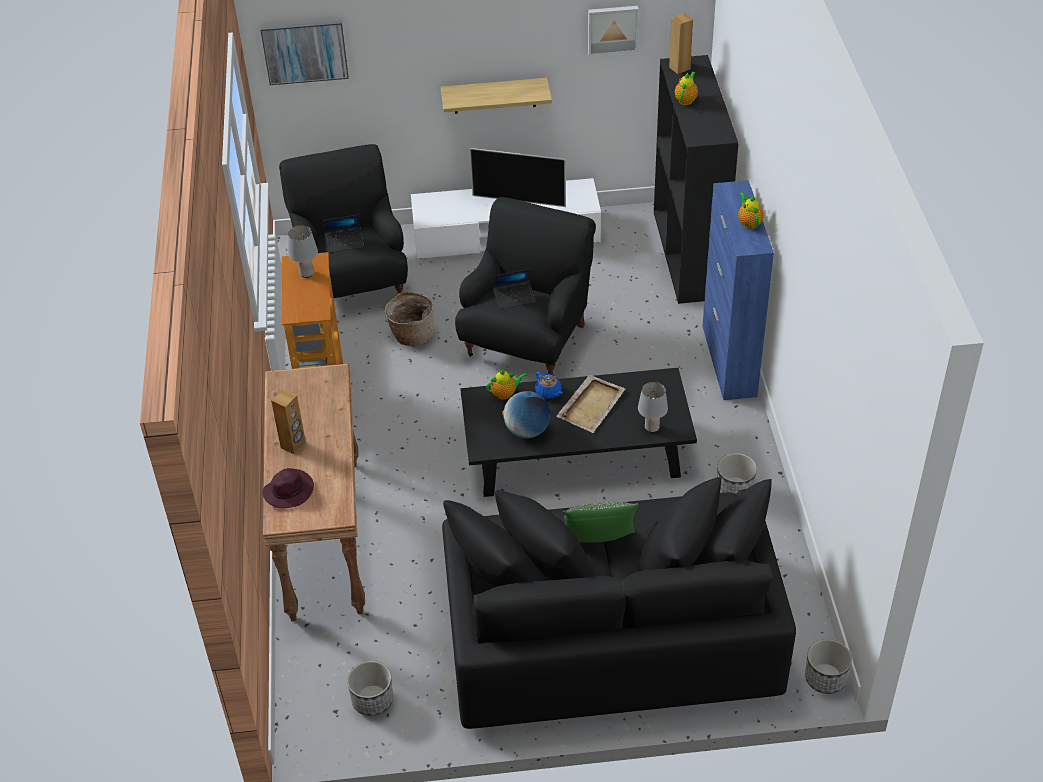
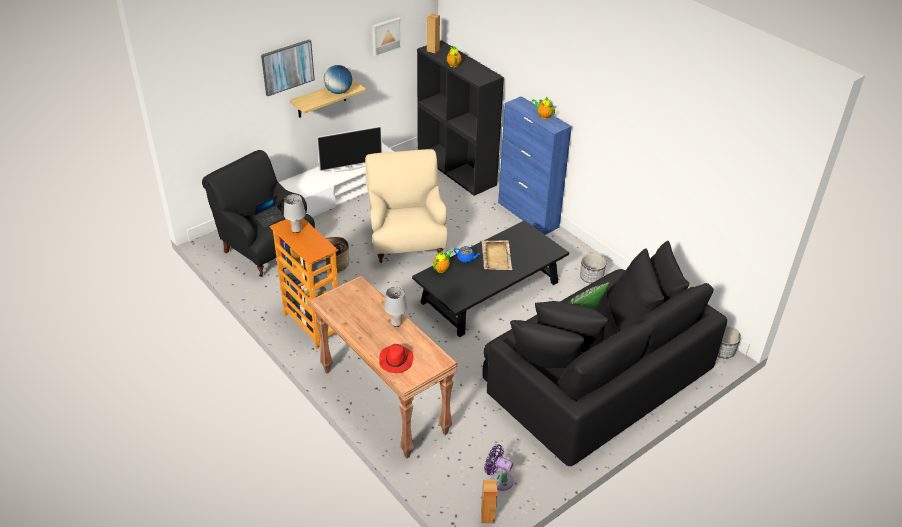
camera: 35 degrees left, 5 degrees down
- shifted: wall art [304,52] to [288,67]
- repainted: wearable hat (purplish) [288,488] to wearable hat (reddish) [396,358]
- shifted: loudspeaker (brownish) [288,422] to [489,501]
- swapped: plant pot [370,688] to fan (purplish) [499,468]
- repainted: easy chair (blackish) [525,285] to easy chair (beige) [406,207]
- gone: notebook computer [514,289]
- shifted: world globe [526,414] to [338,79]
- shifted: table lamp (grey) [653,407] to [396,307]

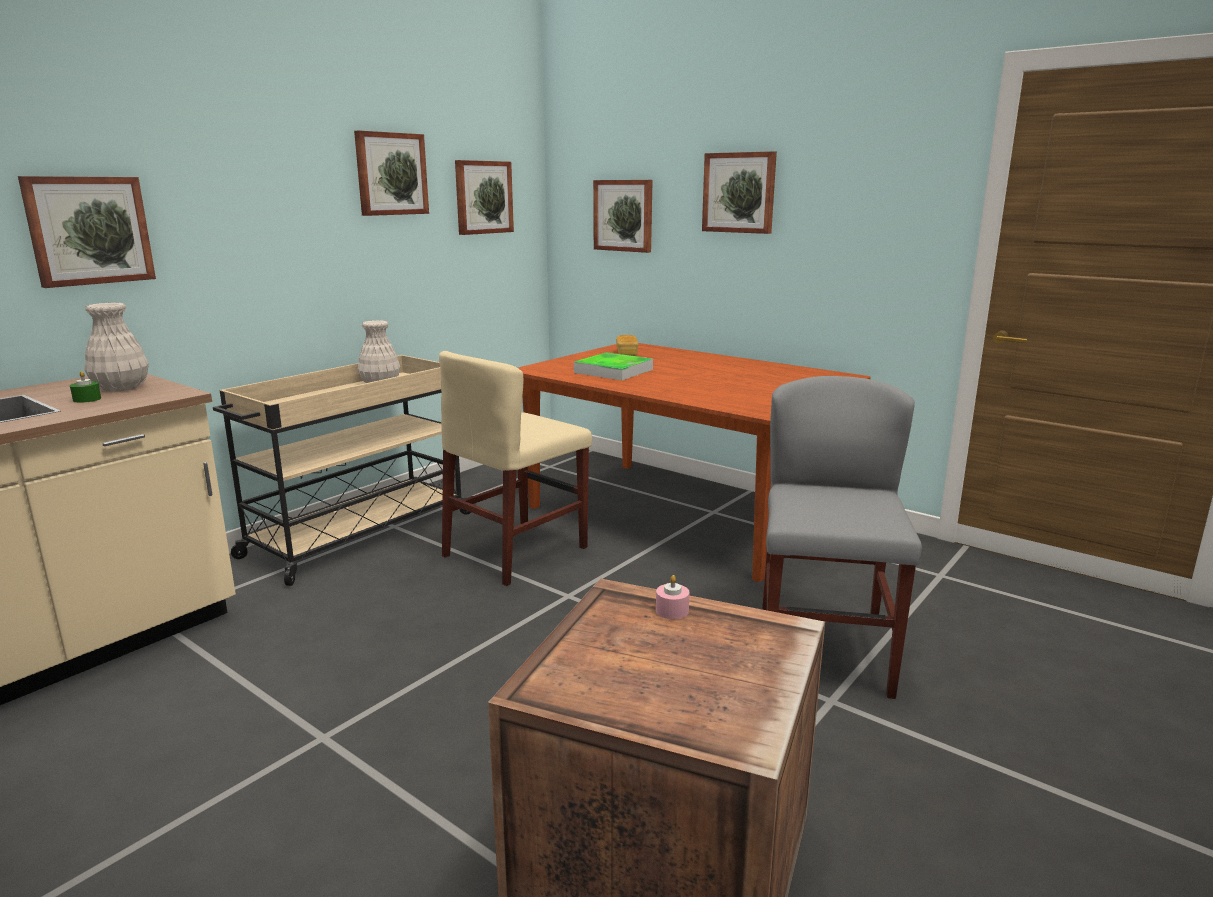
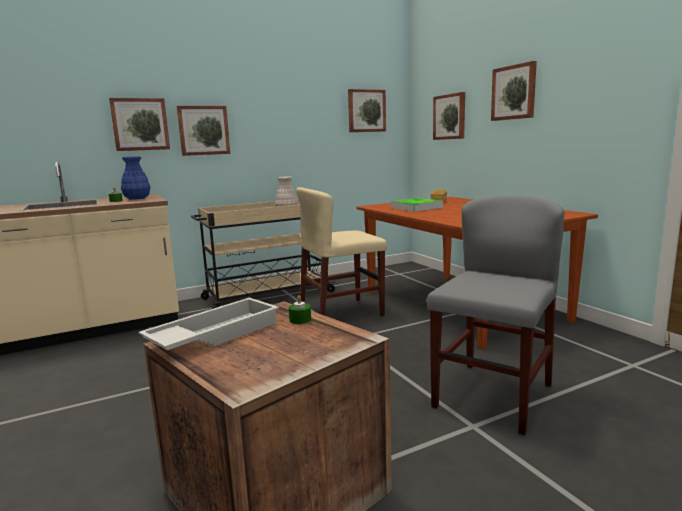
camera: 25 degrees right, 5 degrees down
- repainted: flower vase (white-coloured) [116,347] to flower vase (blue) [135,177]
- shifted: wall art [391,173] to [203,131]
- repainted: wax light (pink) [672,597] to wax light (greenish) [300,309]
- new: tray (white-coloured) [208,324]

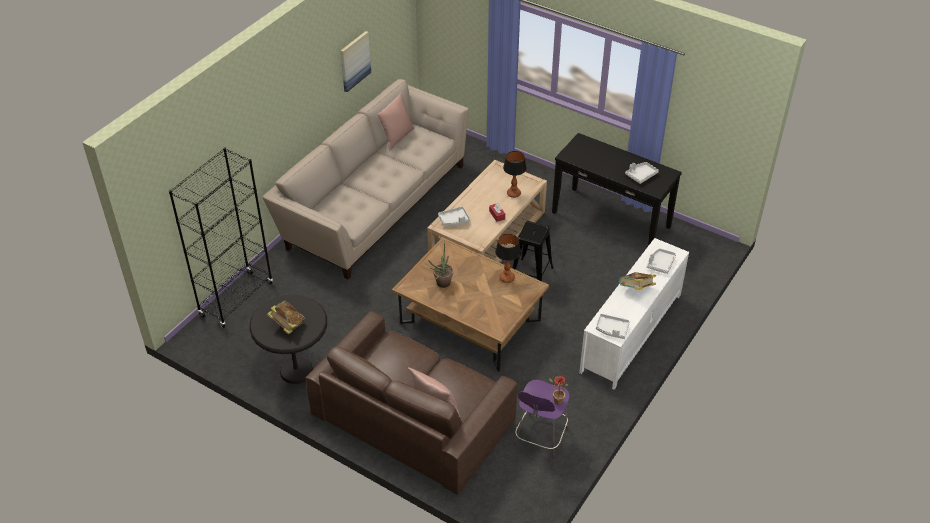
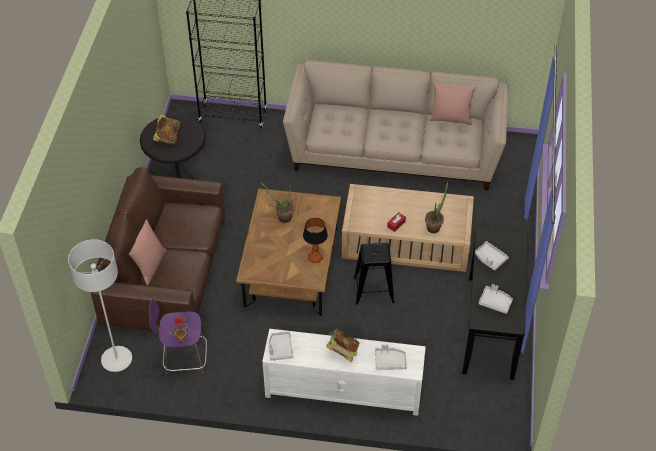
camera: 65 degrees right, 5 degrees up
- gone: wall art [355,61]
- shifted: tray (grey) [454,216] to [492,256]
- swapped: table lamp [515,174] to potted plant [436,207]
- new: standard lamp (grey) [100,305]

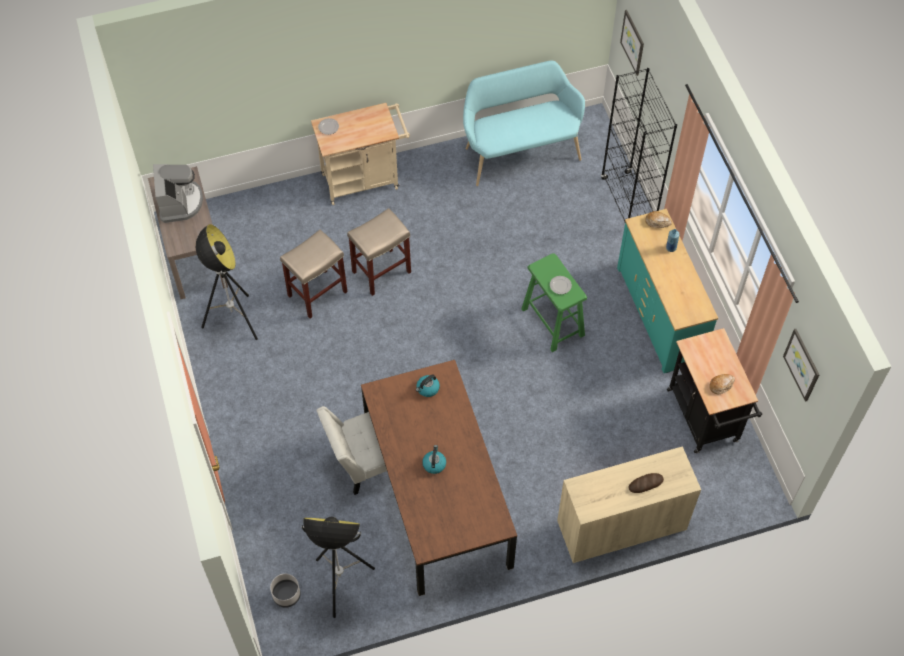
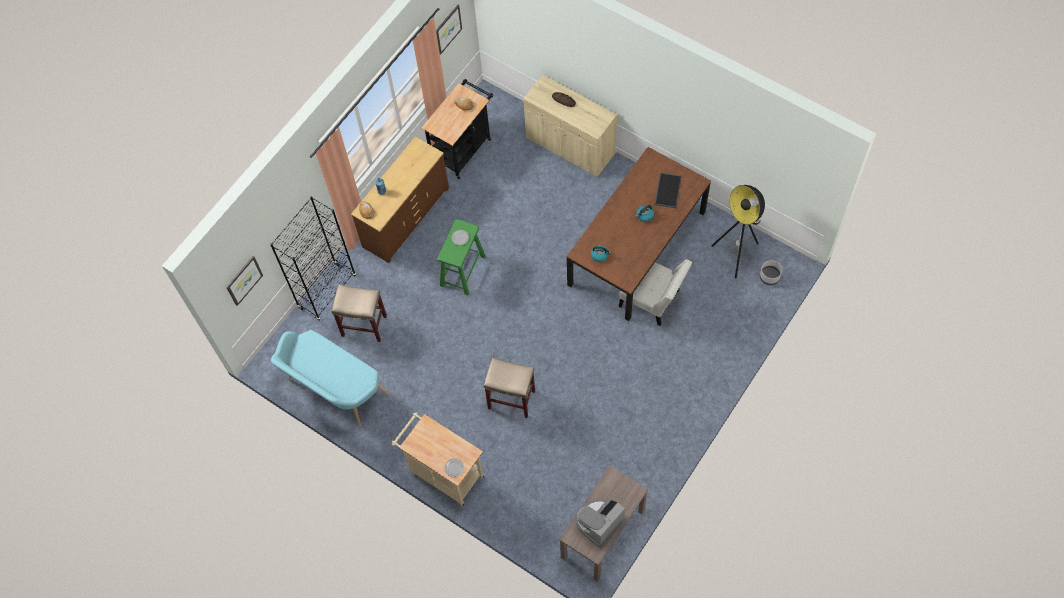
camera: 125 degrees left, 5 degrees up
- gone: standard lamp [227,282]
- shifted: sitting stool (beige) [313,274] to [359,313]
- repainted: drawer chest (turquoise) [667,291] to drawer chest (brownish) [400,200]
- new: tray [668,190]

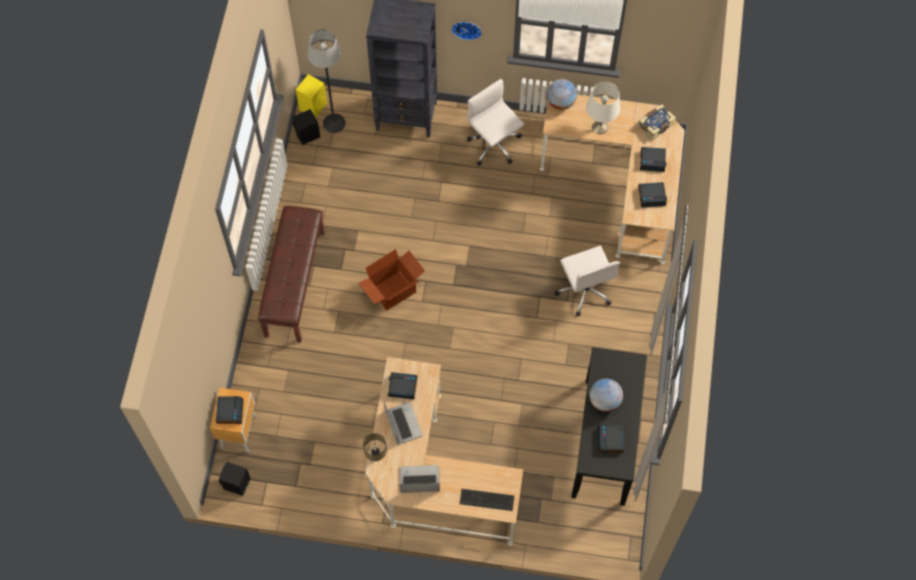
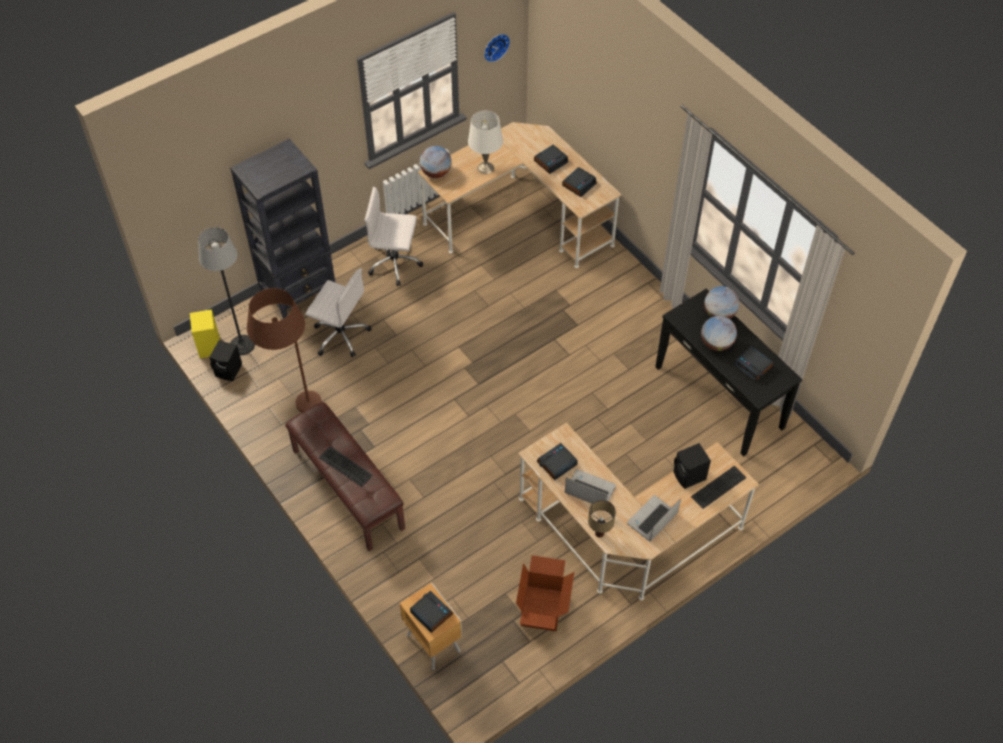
camera: 45 degrees left, 10 degrees down
- shifted: loudspeaker (blackish) [235,479] to [692,466]
- shifted: cardboard box [392,280] to [545,593]
- shifted: clock on the wall [466,31] to [497,48]
- shifted: computer chair (white-coloured) [587,281] to [338,313]
- gone: bound book [657,122]
- new: standard lamp (brownish) [284,350]
- new: keyboard [346,466]
- new: world globe [721,302]

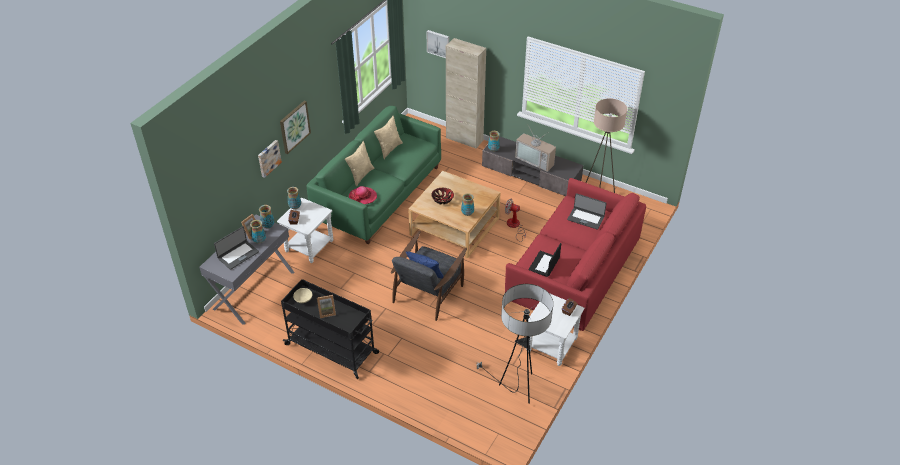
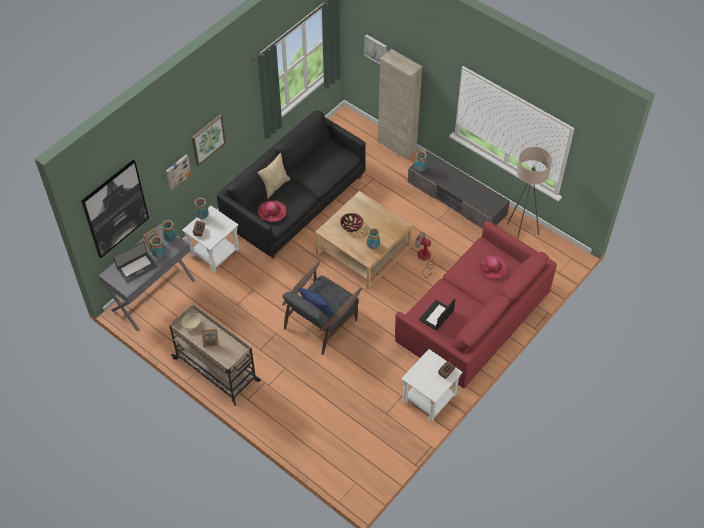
camera: 10 degrees right, 10 degrees up
- repainted: trolley (blackish) [330,329] to trolley (beige) [215,354]
- repainted: couch (greenish) [374,175] to couch (blackish) [291,185]
- gone: pillow (beige) [388,137]
- gone: standard lamp [514,344]
- gone: television [535,148]
- swapped: notebook computer [587,211] to wearable hat [493,267]
- new: wall art [115,209]

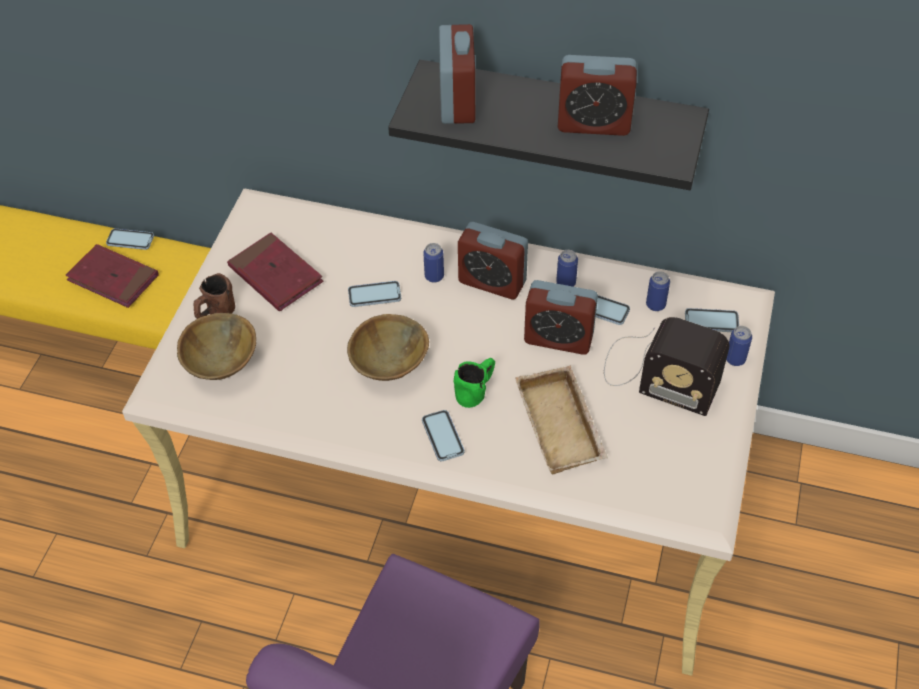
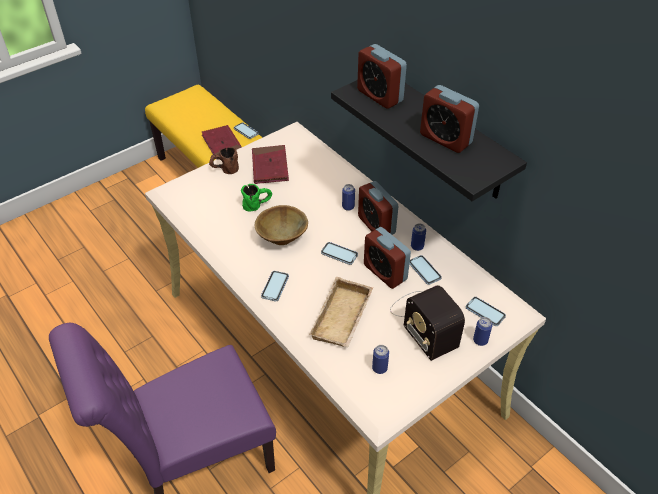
camera: 35 degrees right, 5 degrees down
- gone: deep dish (brownish) [216,346]
- shifted: phone [374,294] to [339,253]
- rotated: alarm clock [457,74] = [382,76] 105 degrees clockwise
- shifted: mug (greenish) [474,383] to [256,197]
- shifted: metal can [658,291] to [380,359]

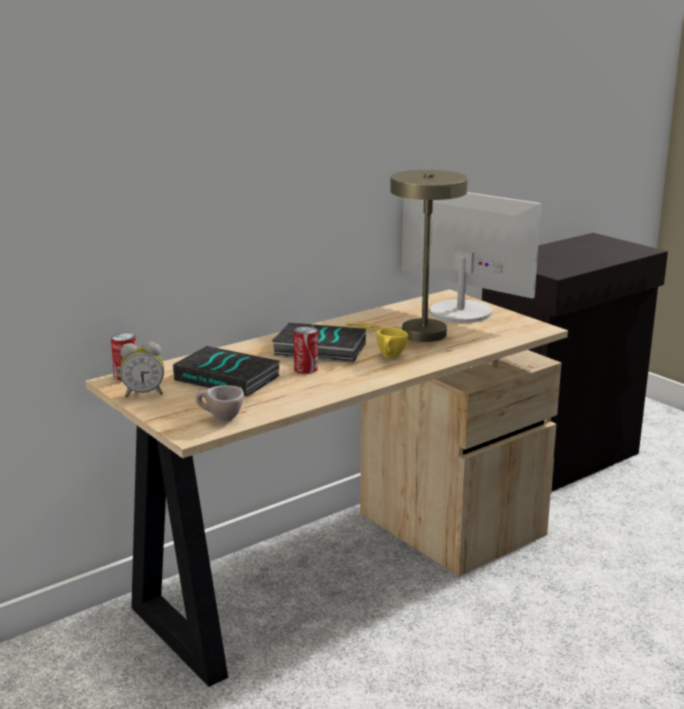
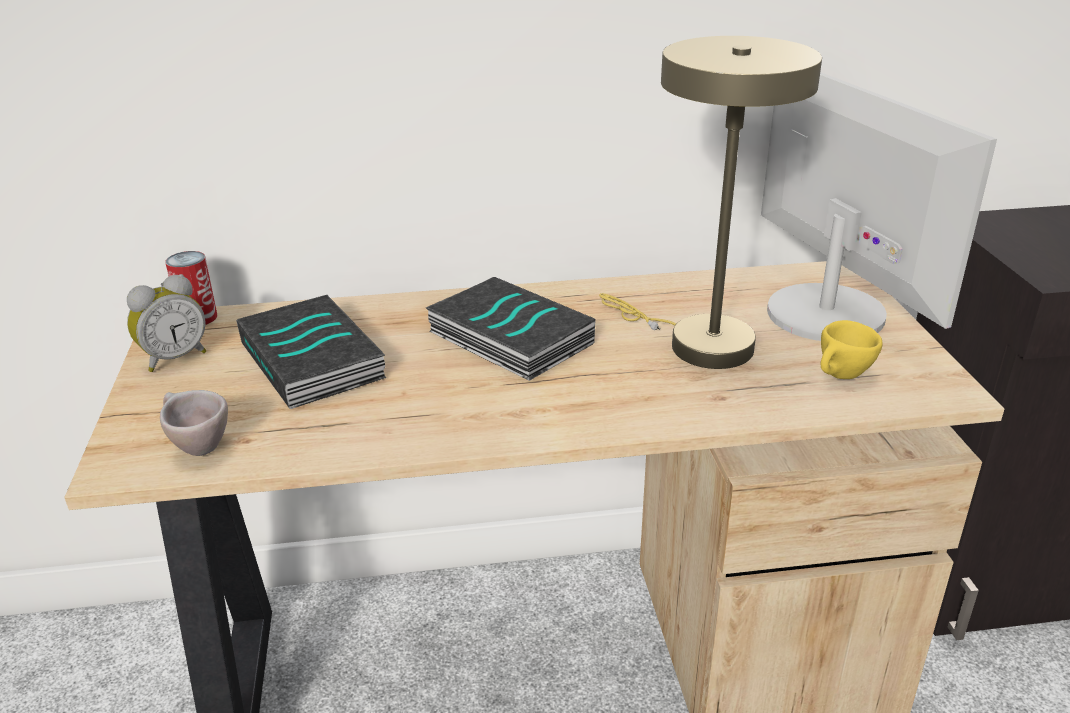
camera: 30 degrees right, 10 degrees up
- rotated: alarm clock [142,370] = [166,323] 60 degrees counterclockwise
- gone: metal can [306,350]
- shifted: small cup (yellowish) [392,342] to [852,349]

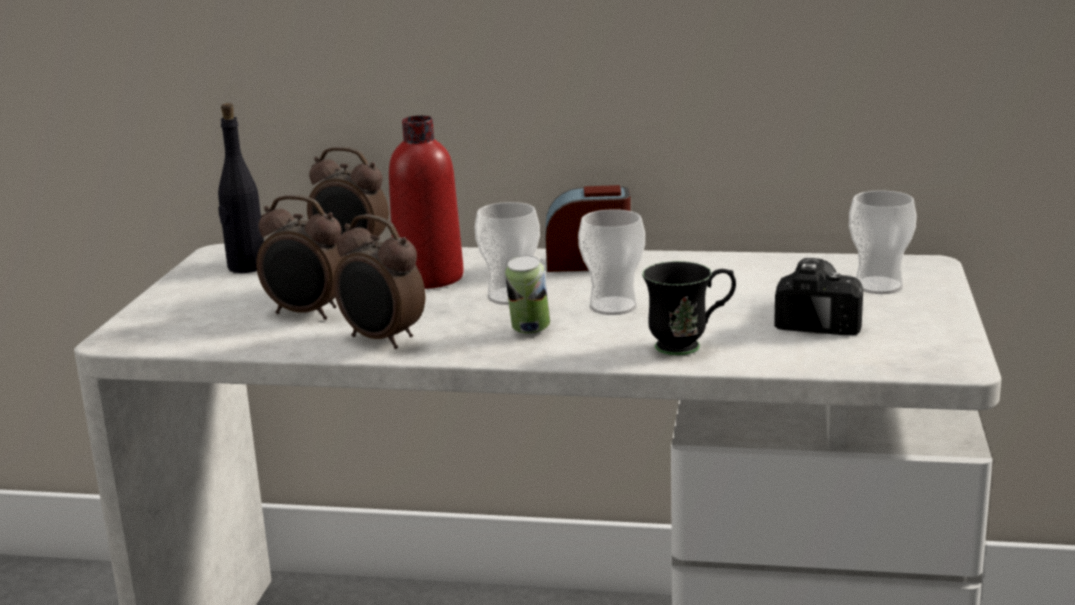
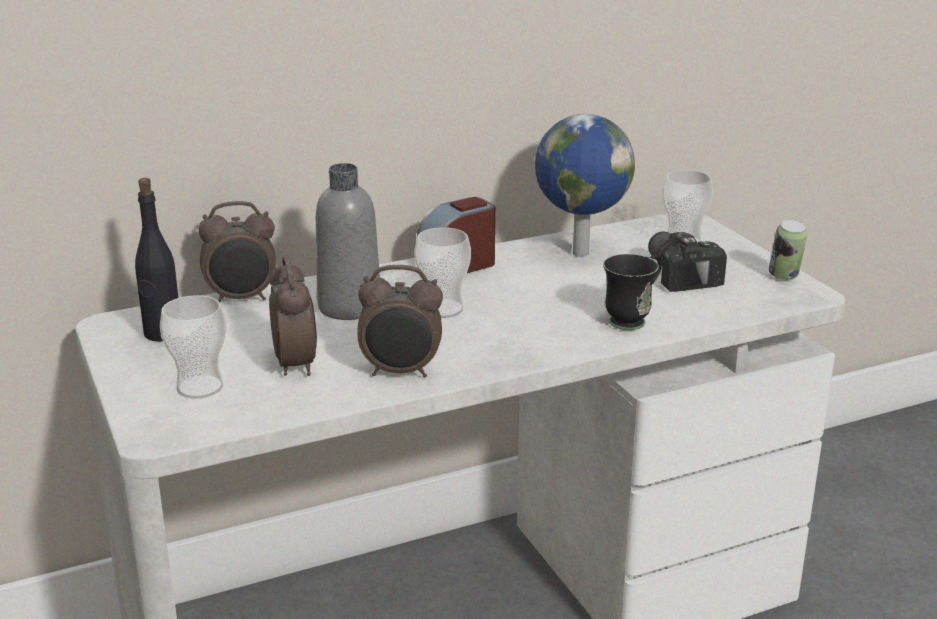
camera: 35 degrees left, 5 degrees up
- rotated: alarm clock [301,257] = [293,315] 90 degrees counterclockwise
- repainted: drink bottle (reddish) [426,202] to drink bottle (grey) [348,241]
- shifted: metal can [527,295] to [788,250]
- shifted: small cup [611,262] to [193,347]
- new: world globe [585,185]

